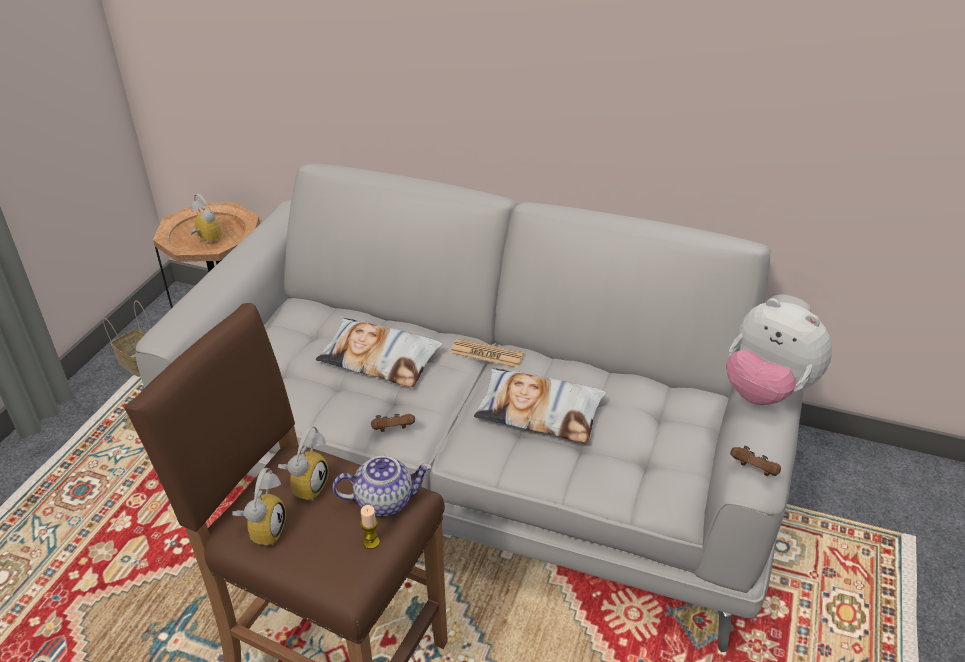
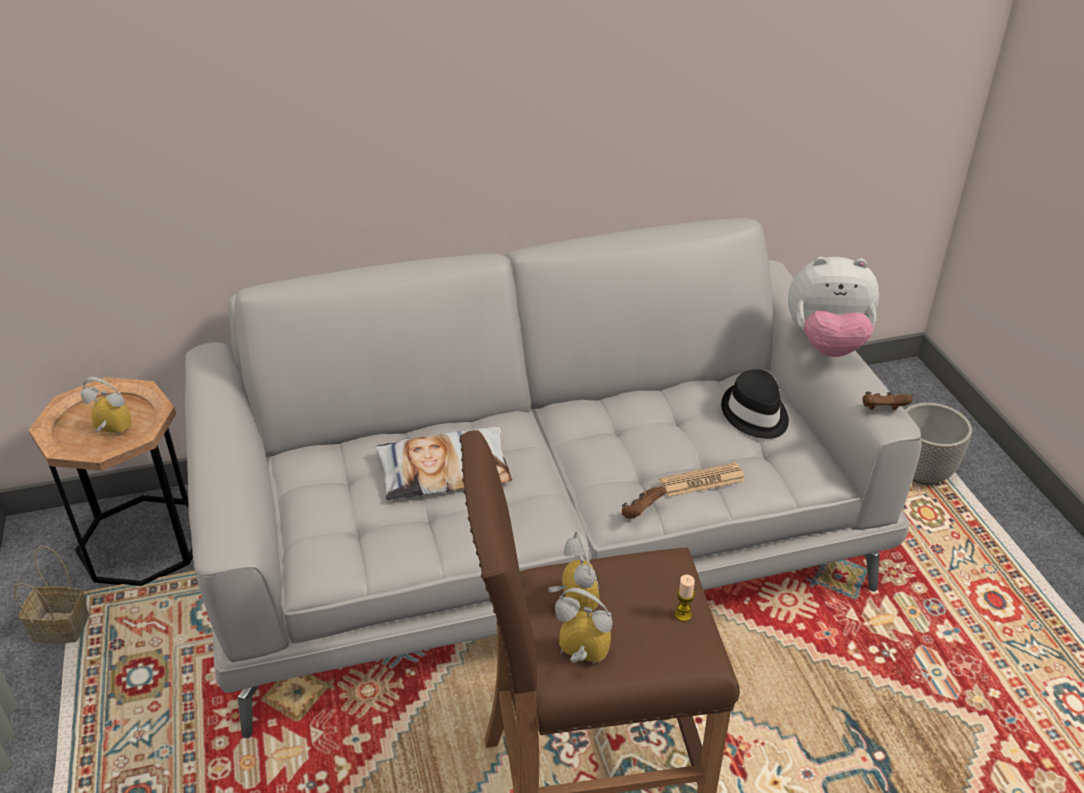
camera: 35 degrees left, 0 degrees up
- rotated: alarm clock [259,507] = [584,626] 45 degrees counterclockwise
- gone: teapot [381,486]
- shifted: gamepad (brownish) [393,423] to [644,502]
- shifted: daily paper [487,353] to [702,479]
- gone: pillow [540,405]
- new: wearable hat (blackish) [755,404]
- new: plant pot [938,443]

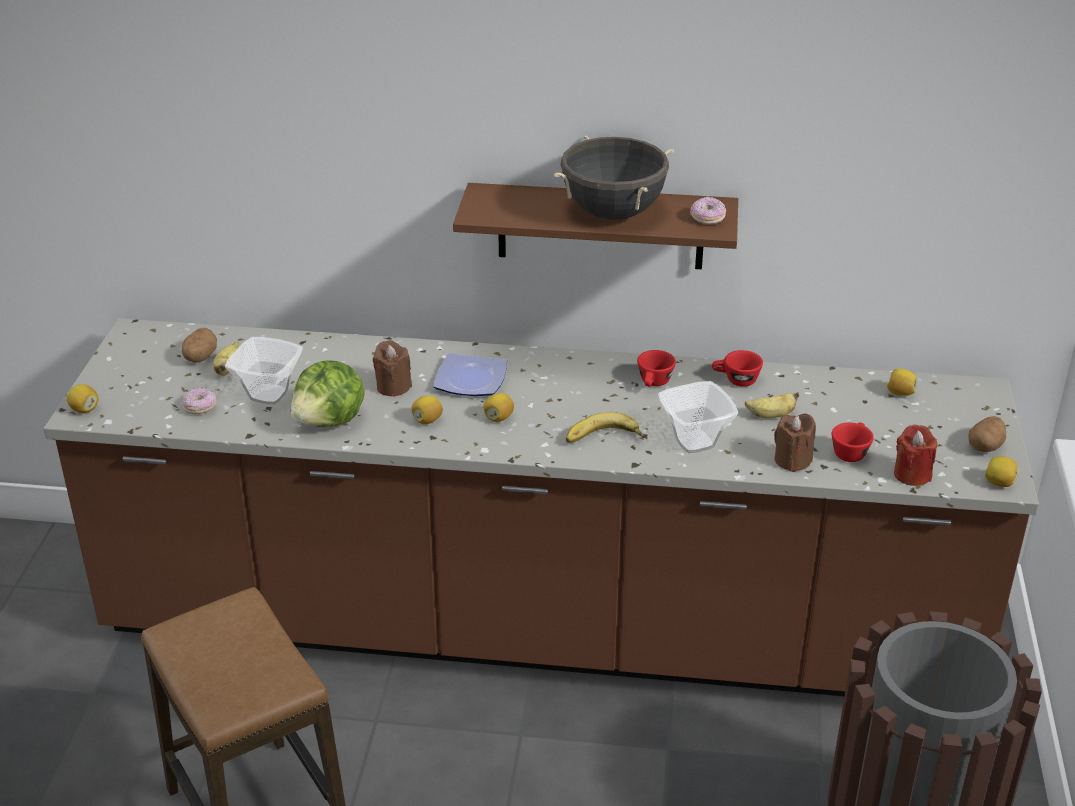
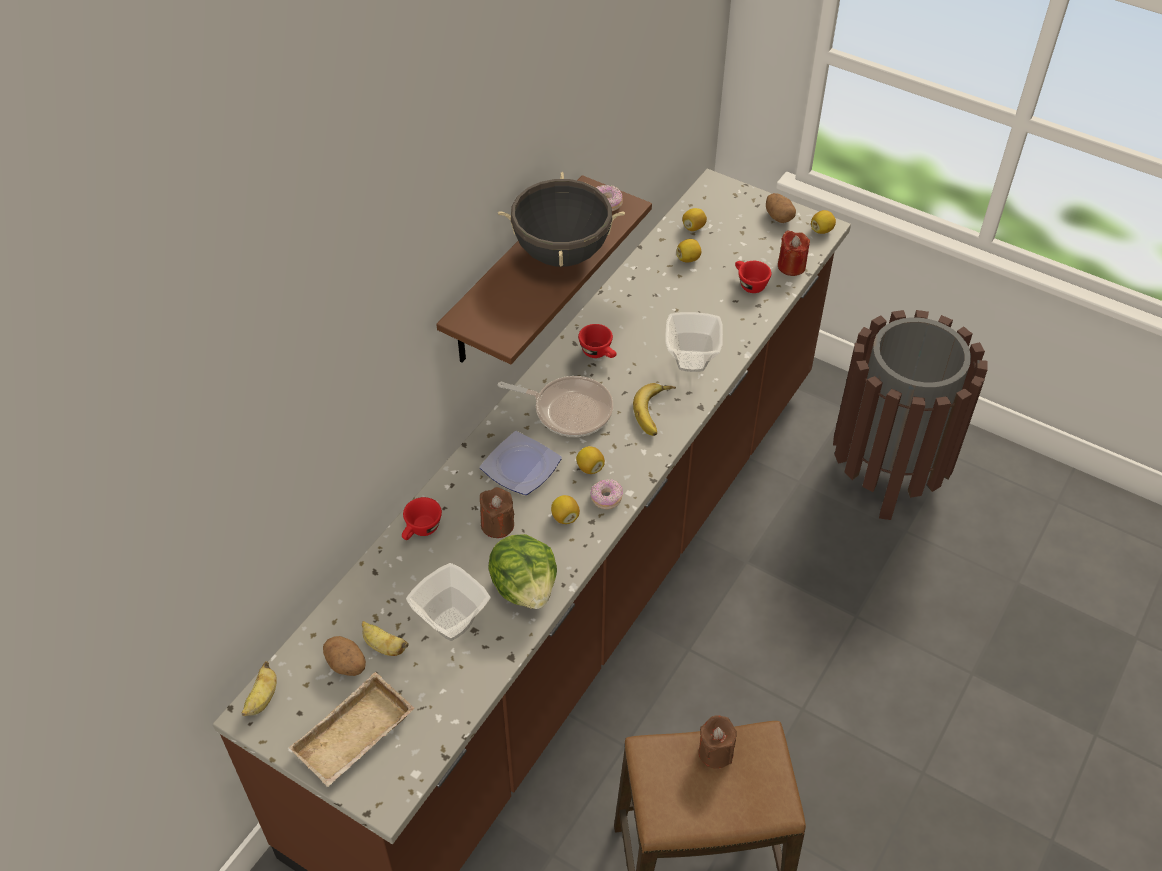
camera: 65 degrees left, 15 degrees up
- shifted: lemon [82,398] to [689,250]
- shifted: doughnut [200,400] to [607,494]
- shifted: small cup (reddish) [737,368] to [422,518]
- shifted: banana fruit [772,405] to [259,688]
- shifted: wax light (brownish) [795,442] to [718,742]
- new: tray (beige) [351,729]
- new: pan [555,406]

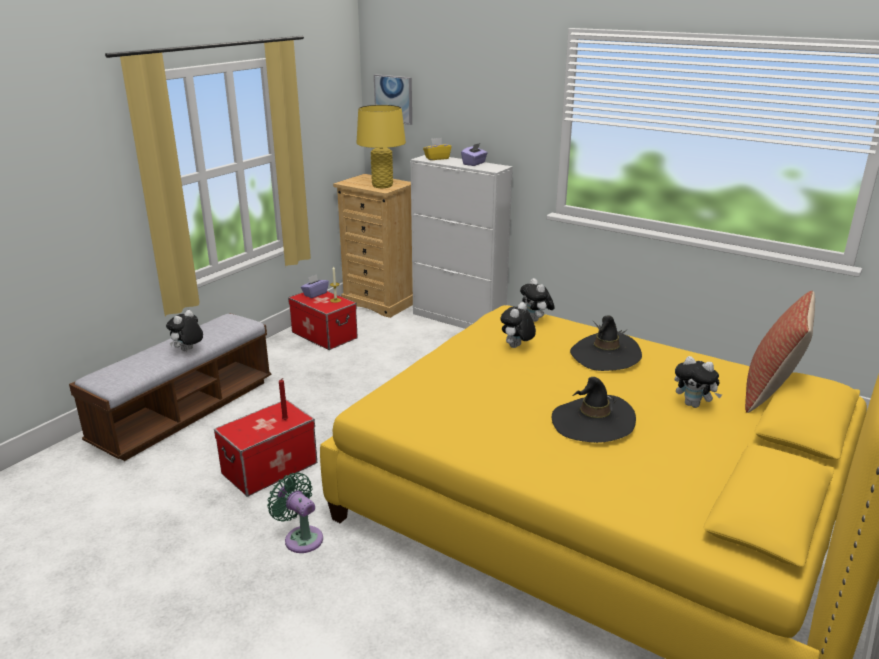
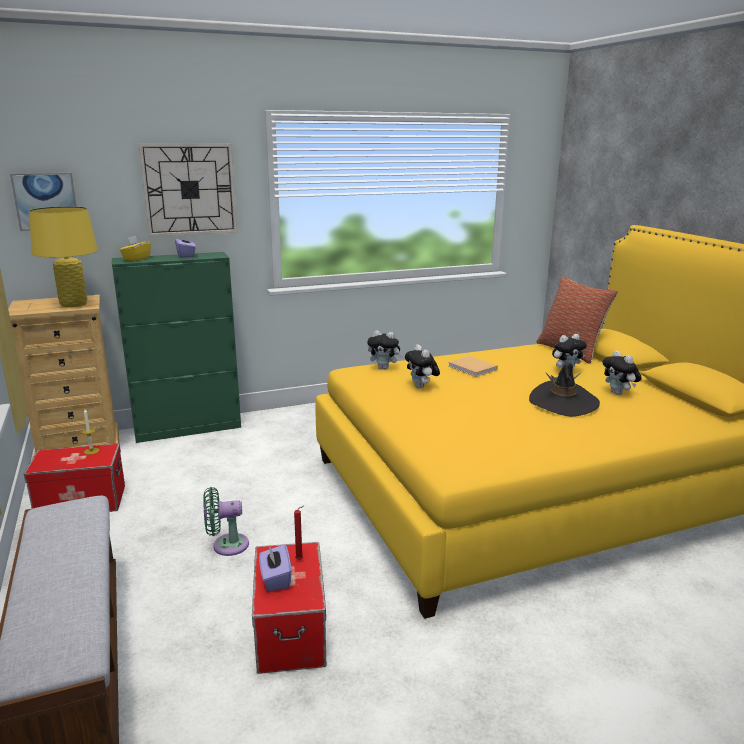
camera: 55 degrees left, 5 degrees down
- shifted: plush toy [184,330] to [622,372]
- shifted: fan (greenish) [295,513] to [226,521]
- shifted: tissue holder (purplish) [315,286] to [275,567]
- repainted: cabinet (white-coloured) [461,242] to cabinet (greenish) [176,347]
- swapped: wearable hat (blackish) [606,343] to bound book (beige) [473,366]
- new: clock on the wall [187,190]

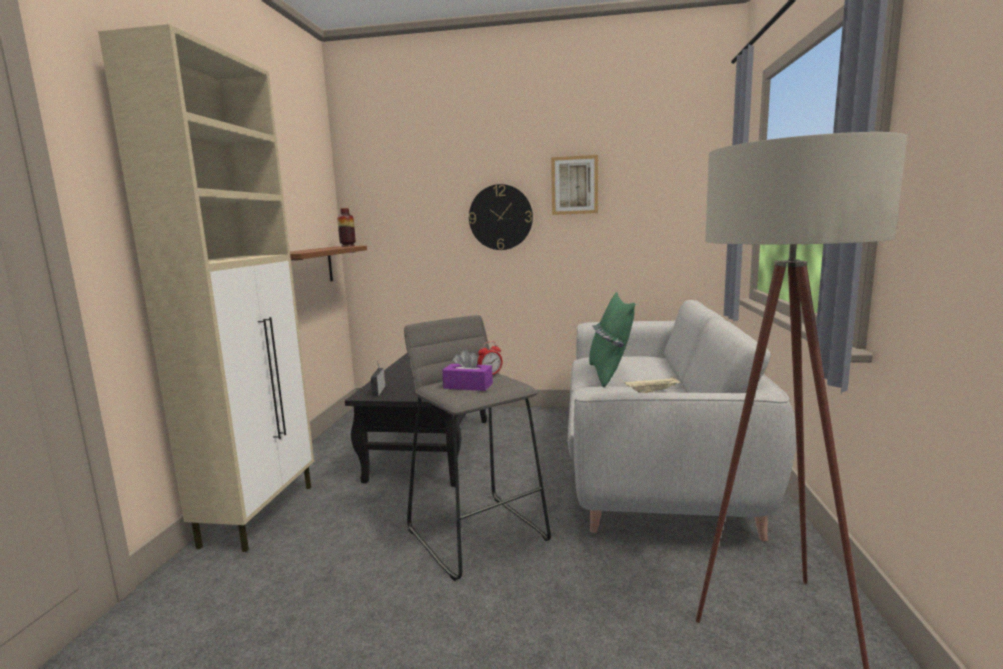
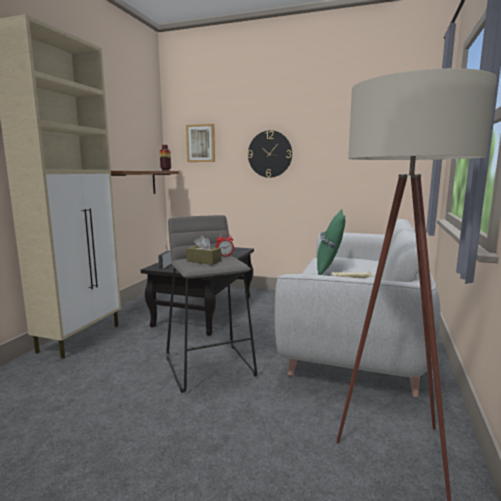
camera: 10 degrees right, 0 degrees up
- repainted: tissue holder (purplish) [467,370] to tissue holder (brownish) [203,250]
- shifted: wall art [574,185] to [200,143]

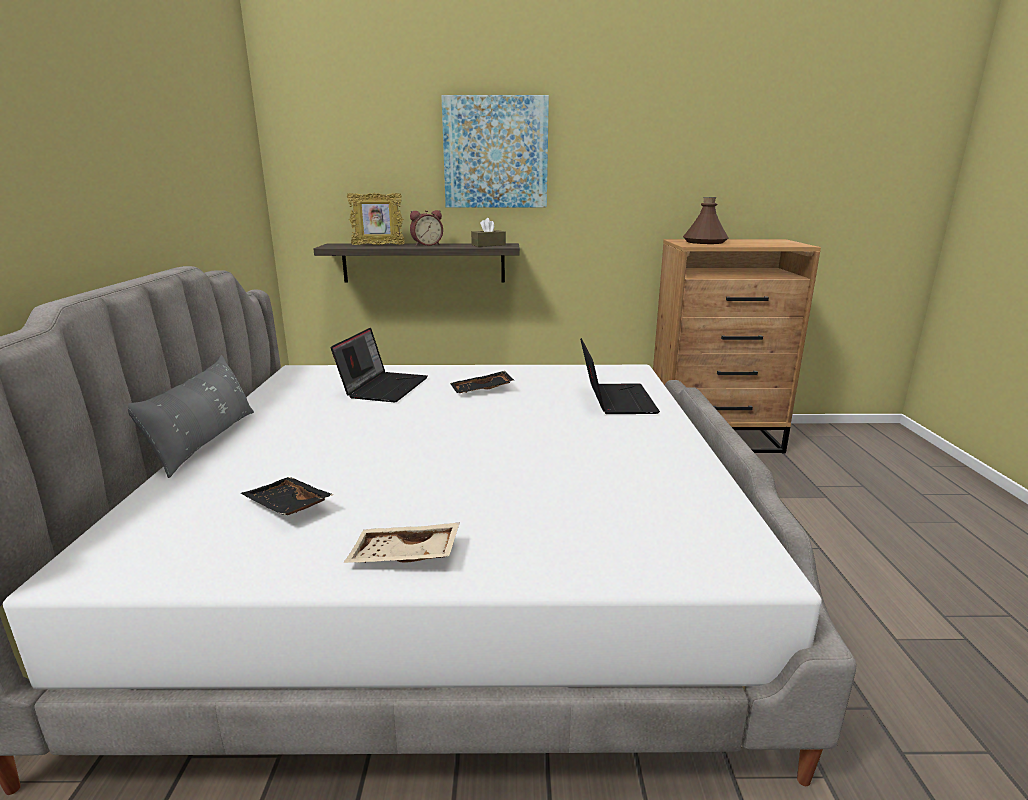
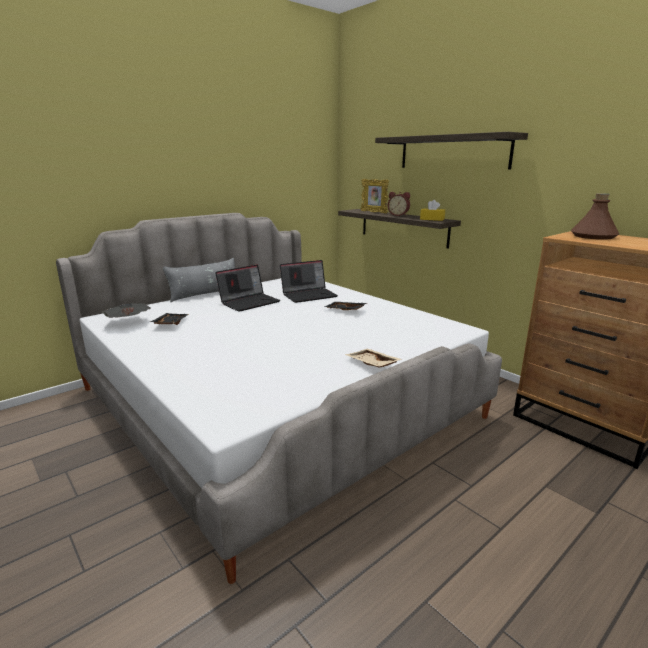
camera: 50 degrees right, 0 degrees up
- shifted: tray (beige) [401,543] to [373,358]
- swapped: wall art [495,151] to wall shelf [451,151]
- repainted: tissue holder (brownish) [488,232] to tissue holder (yellowish) [432,210]
- shifted: notebook computer [620,376] to [247,288]
- new: daily paper [125,310]

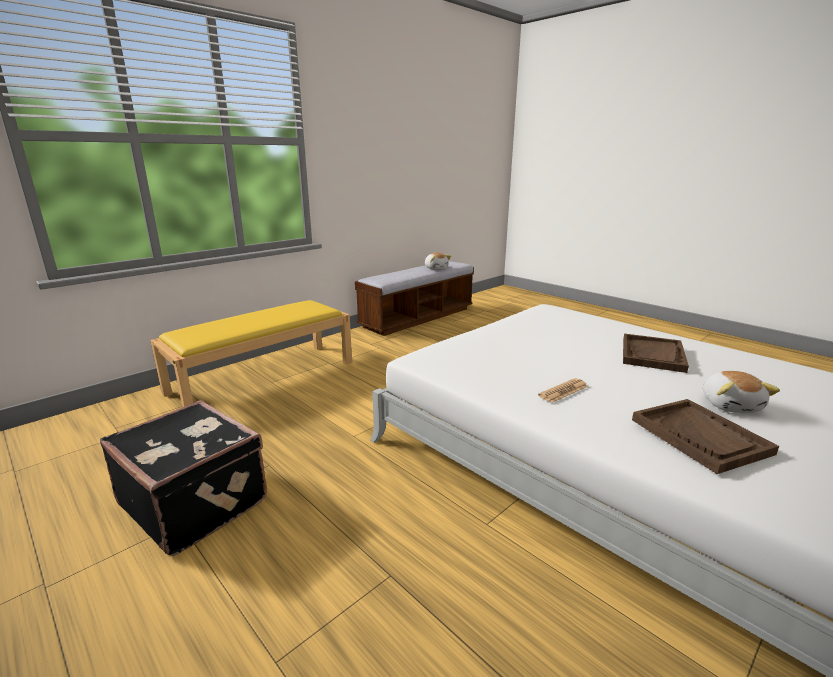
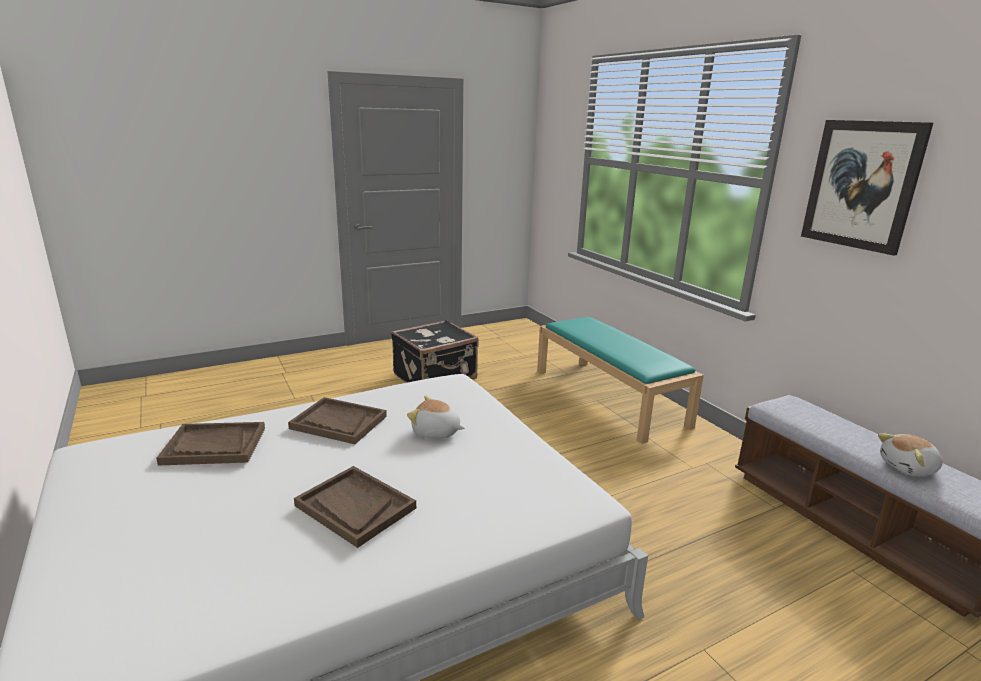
camera: 105 degrees right, 0 degrees up
- repainted: indoor bench (yellowish) [251,353] to indoor bench (turquoise) [620,380]
- swapped: daily paper [563,390] to tray (brownish) [337,420]
- shifted: plush toy [741,392] to [436,417]
- new: wall art [867,188]

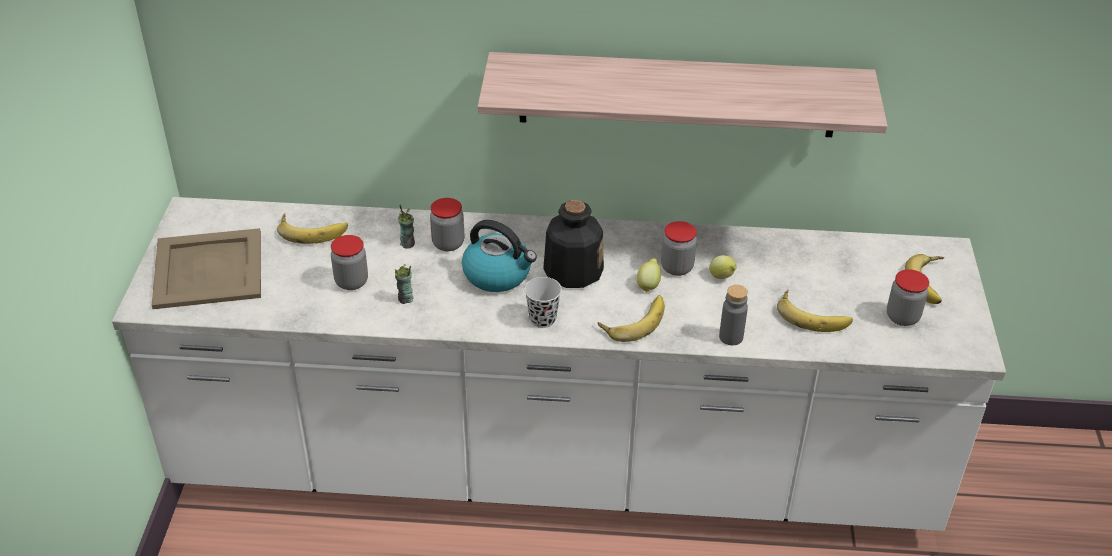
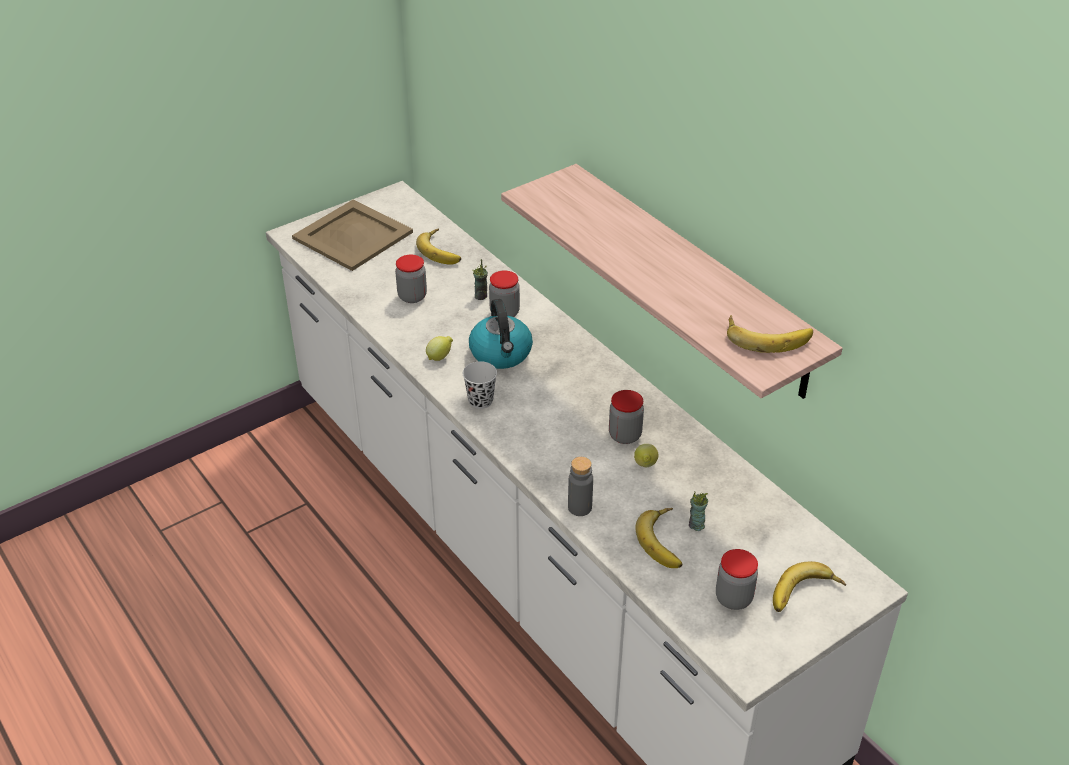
camera: 50 degrees right, 0 degrees up
- shifted: small cup [404,284] to [698,511]
- gone: drink bottle [573,244]
- shifted: banana fruit [631,318] to [770,334]
- shifted: lemon [649,276] to [439,348]

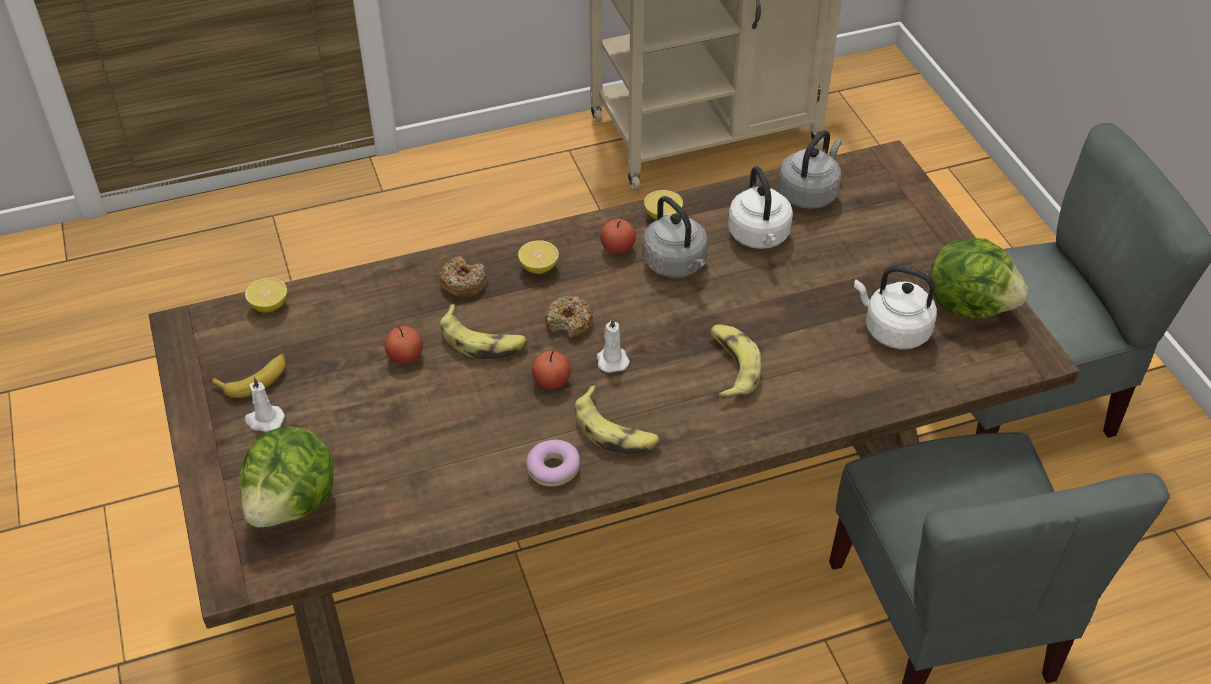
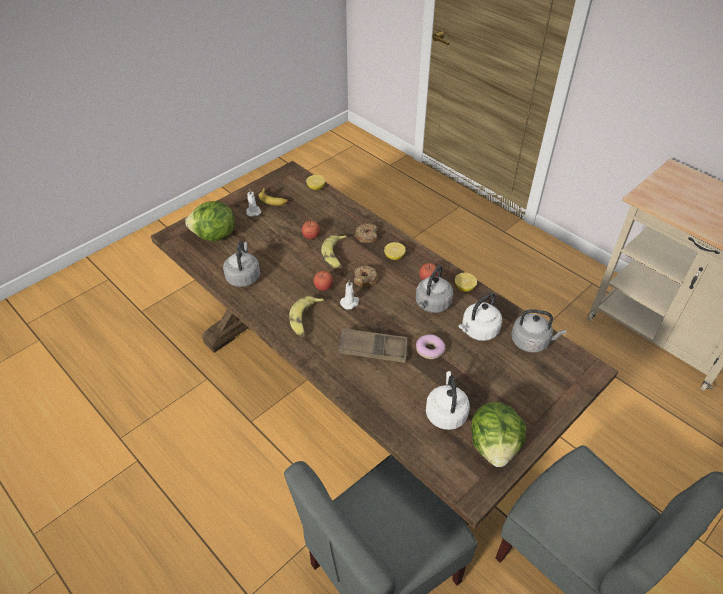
camera: 65 degrees right, 0 degrees up
- shifted: doughnut [553,463] to [430,346]
- swapped: banana fruit [735,361] to tray (brownish) [373,345]
- new: tea kettle (grey) [241,264]

